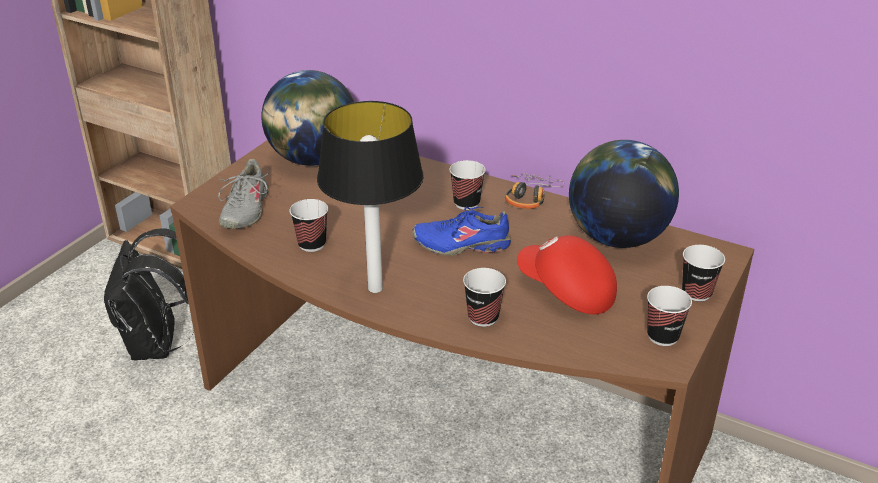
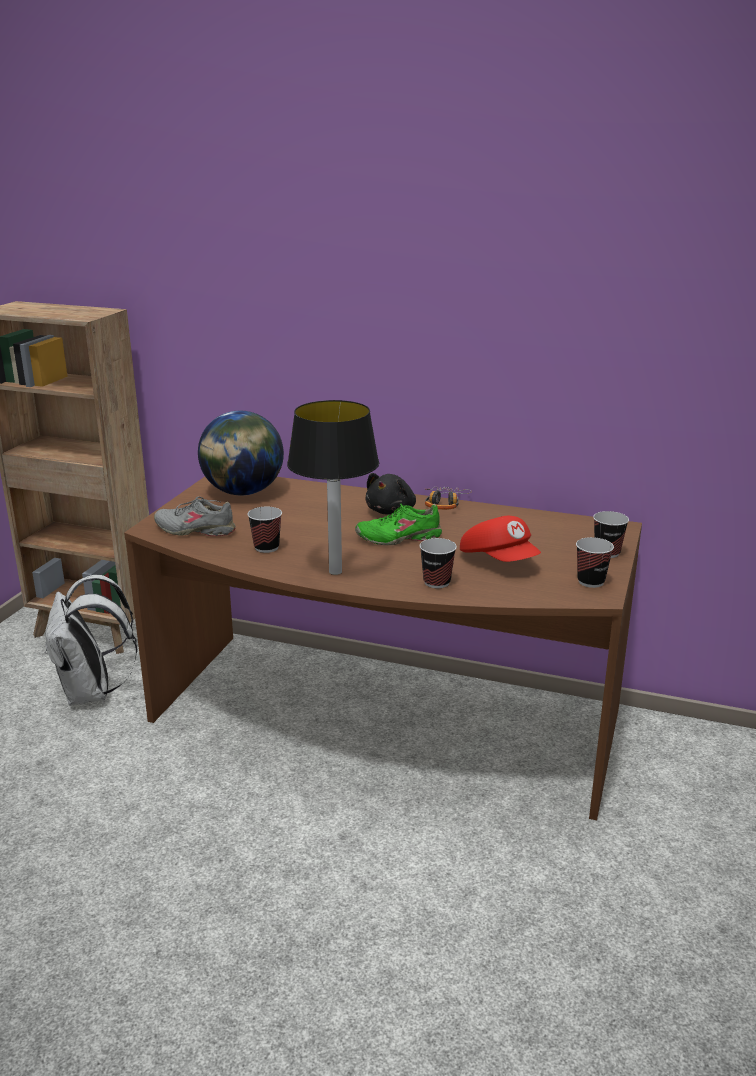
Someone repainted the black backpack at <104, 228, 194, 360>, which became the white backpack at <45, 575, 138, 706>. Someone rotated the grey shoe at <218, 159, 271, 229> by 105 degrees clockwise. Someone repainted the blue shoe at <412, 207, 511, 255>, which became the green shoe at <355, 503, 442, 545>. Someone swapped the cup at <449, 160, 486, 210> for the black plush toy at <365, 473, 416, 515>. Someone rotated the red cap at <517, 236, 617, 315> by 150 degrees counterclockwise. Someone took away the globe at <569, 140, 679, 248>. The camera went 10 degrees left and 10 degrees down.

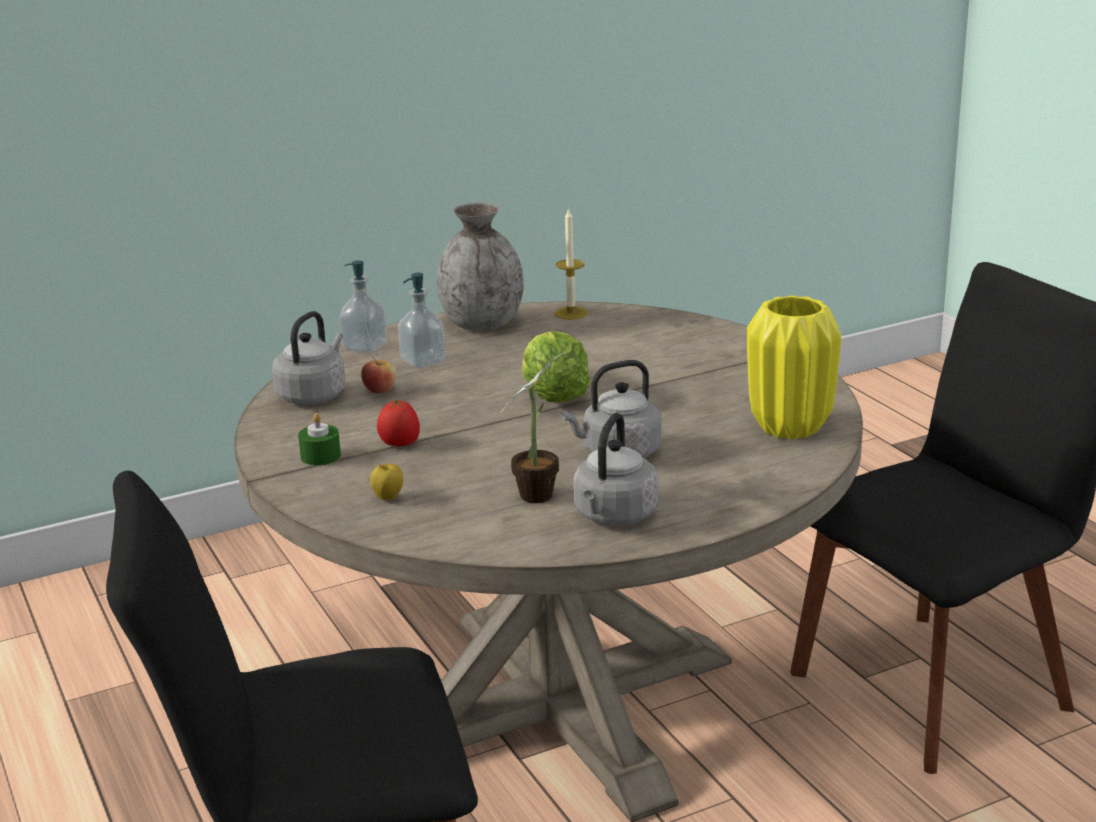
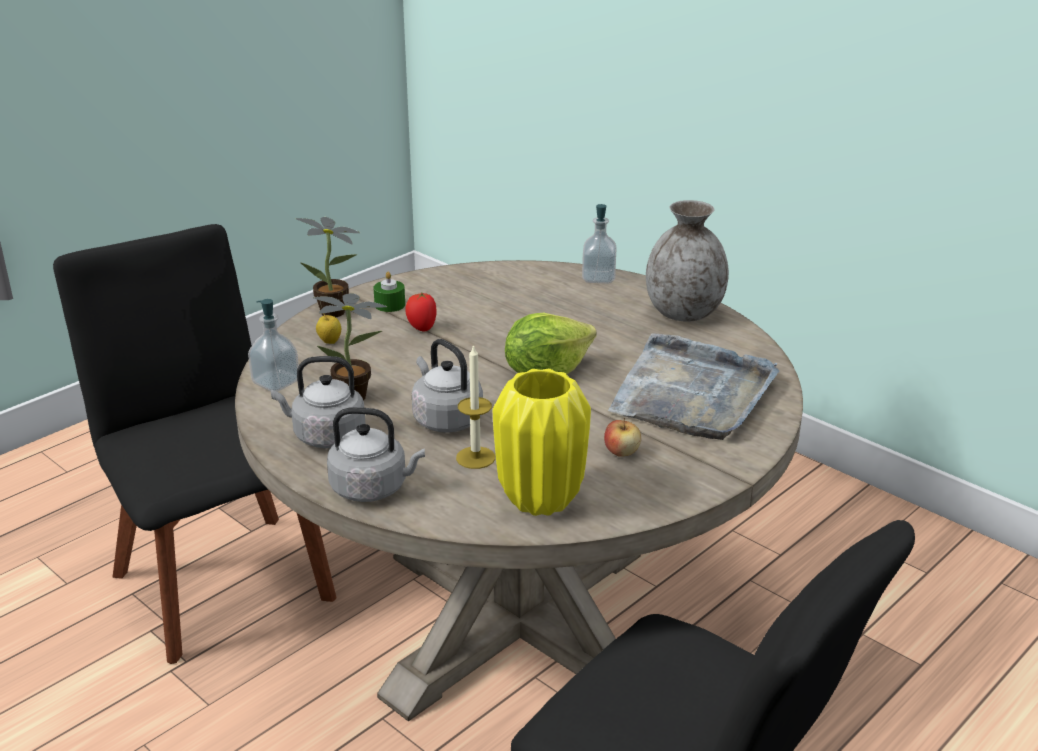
Someone carried the soap dispenser from <398, 273, 446, 368> to <248, 299, 299, 392>. Someone put down the potted plant at <295, 217, 360, 317>. Someone carried the grey kettle from <272, 311, 345, 405> to <327, 407, 425, 502>. Someone carried the candle from <555, 207, 588, 320> to <456, 344, 495, 469>. Someone carried the apple from <361, 357, 397, 394> to <604, 418, 641, 457>. Someone put down the grey tray at <608, 333, 779, 440>. The camera went 70 degrees right and 5 degrees up.

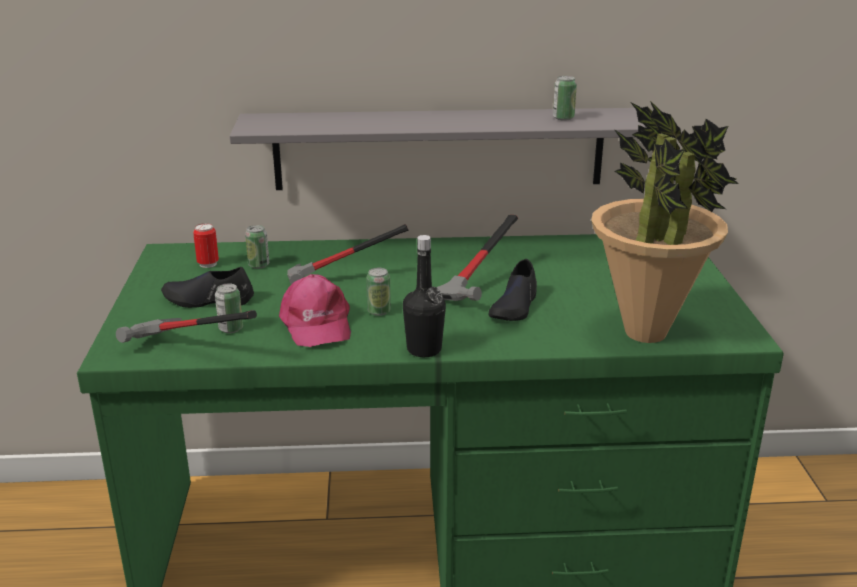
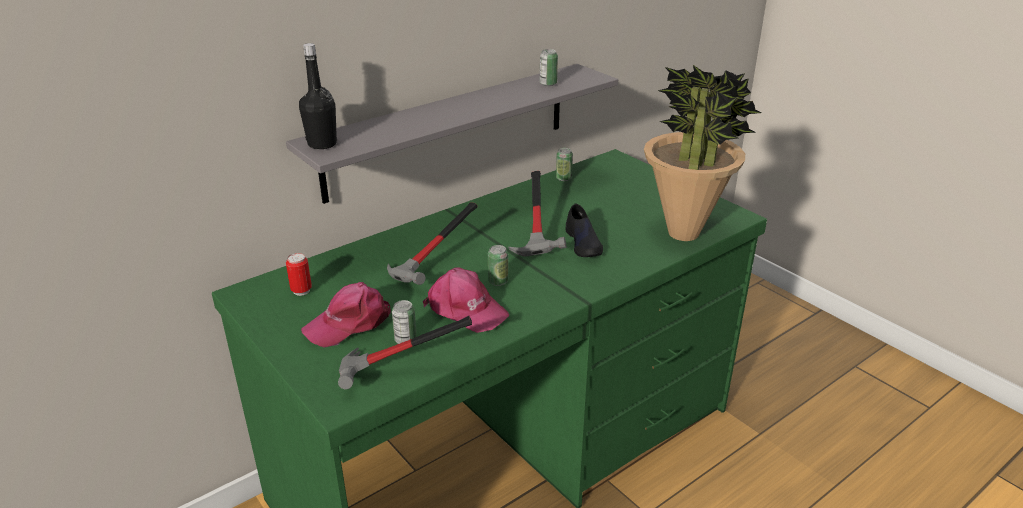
Someone carried the black bottle from <403, 235, 446, 357> to <299, 43, 337, 149>. Someone swapped the black shoe at <161, 267, 254, 308> for the pink cap at <301, 282, 391, 348>. Someone carried the can from <245, 225, 269, 269> to <556, 148, 573, 181>. The camera went 35 degrees left and 5 degrees up.

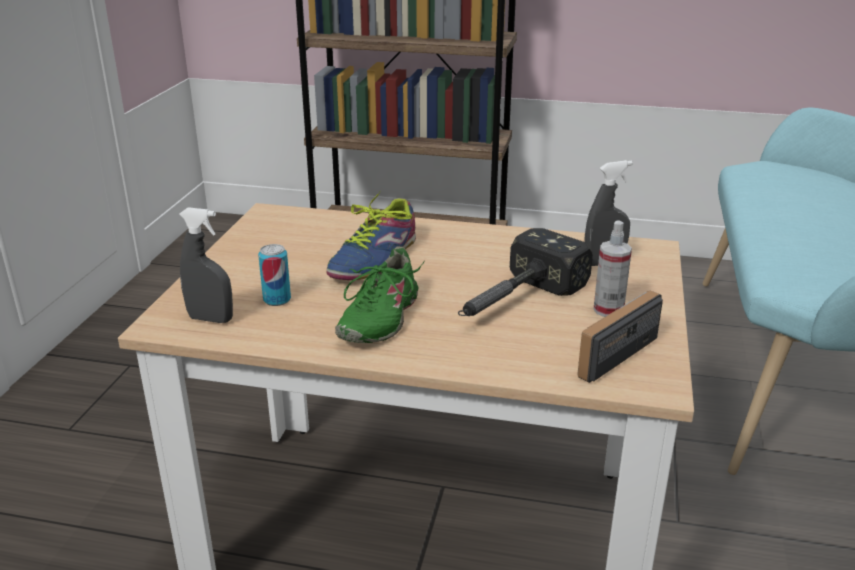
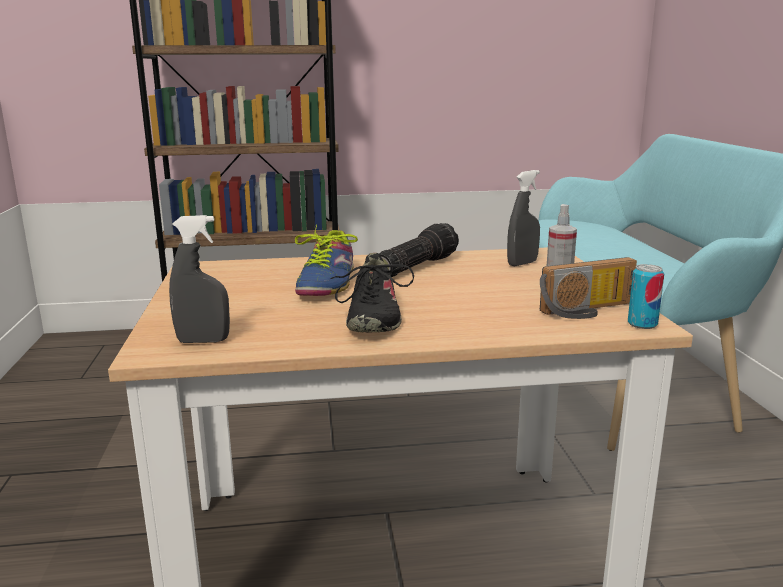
Someone repainted the green shoe at <335, 246, 425, 343>, which became the black shoe at <331, 253, 414, 333>. Someone put down the flashlight at <379, 223, 459, 277>. Someone rotated the radio at <577, 290, 663, 383> by 135 degrees counterclockwise. Someone carried the can from <258, 244, 291, 306> to <628, 264, 664, 329>. Someone took away the hammer at <458, 228, 593, 316>. The camera went 20 degrees left and 10 degrees down.

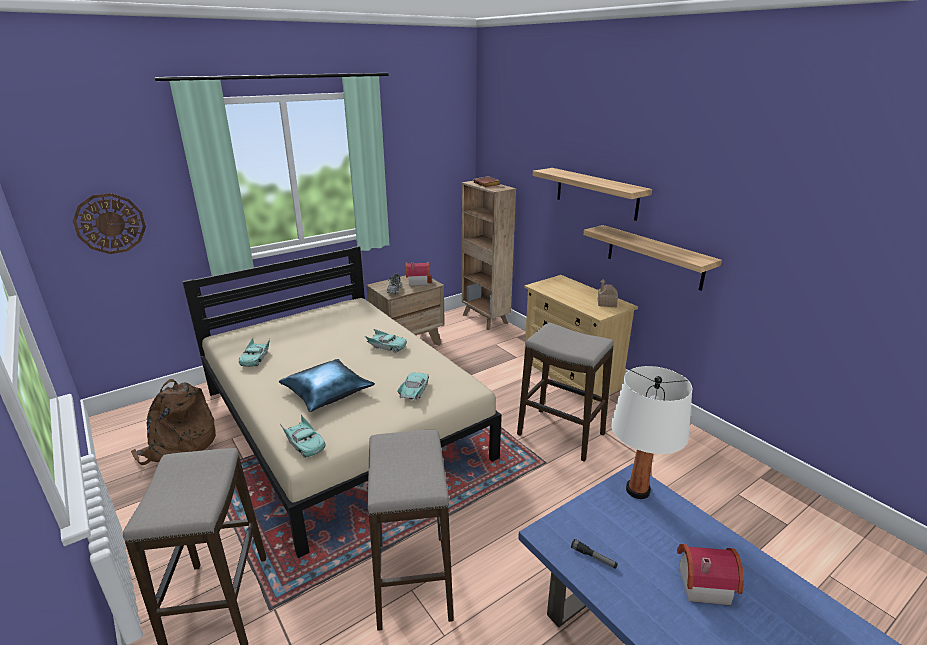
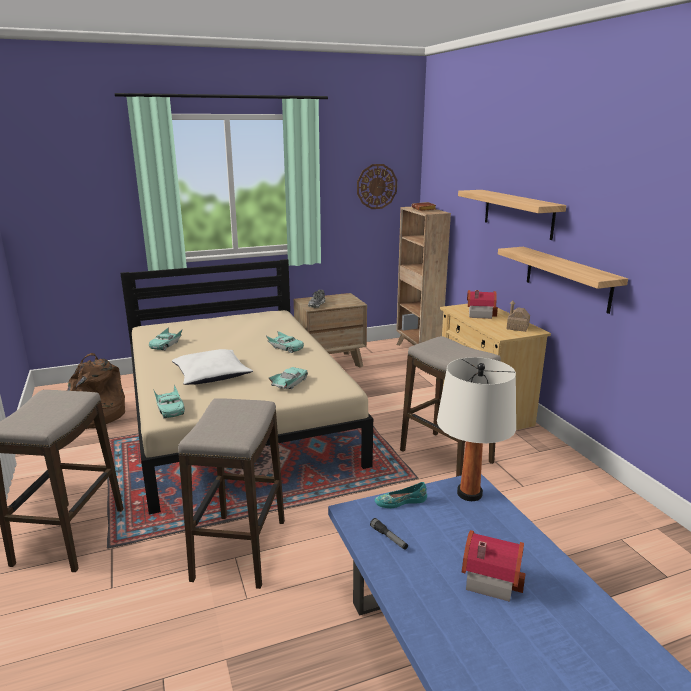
Someone repainted the blue pillow at <279, 359, 375, 412>, which became the white pillow at <172, 349, 253, 385>. Someone carried the wall clock from <73, 193, 146, 254> to <357, 164, 397, 209>. Someone put down the turquoise shoe at <375, 482, 427, 508>. Someone carried the toy house from <406, 262, 432, 286> to <467, 290, 498, 319>. The camera went 15 degrees right and 5 degrees down.

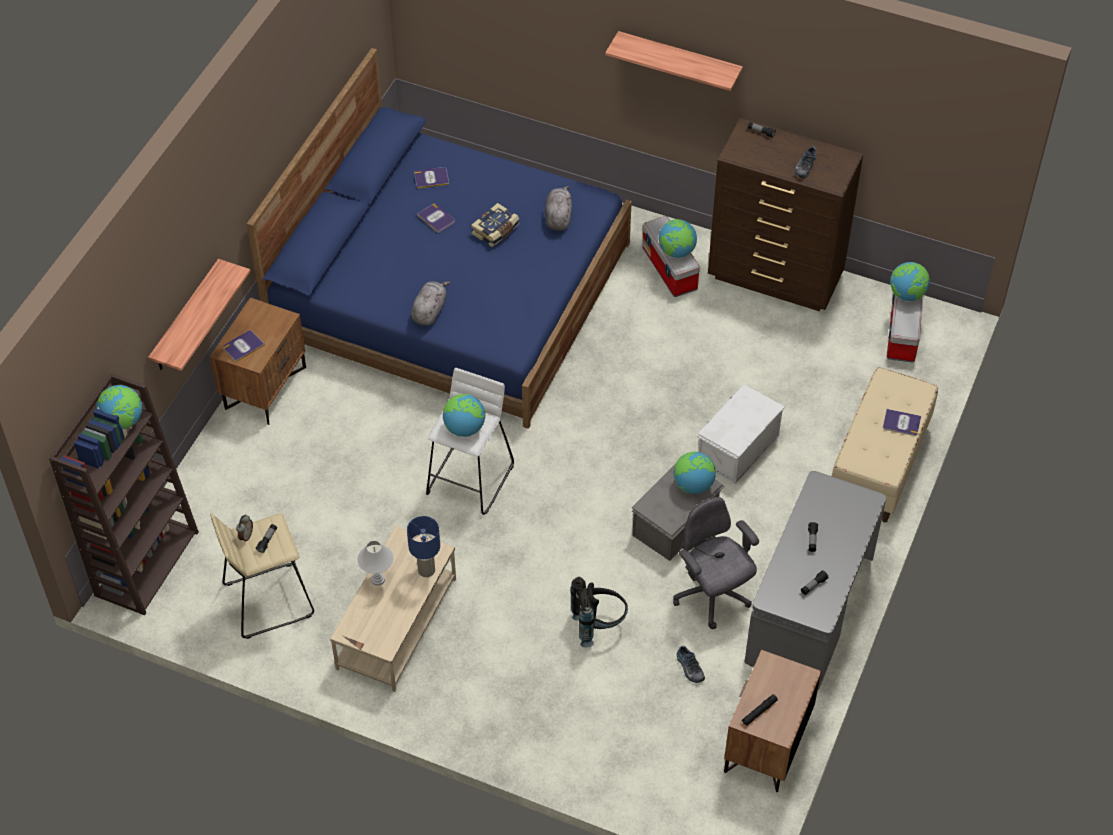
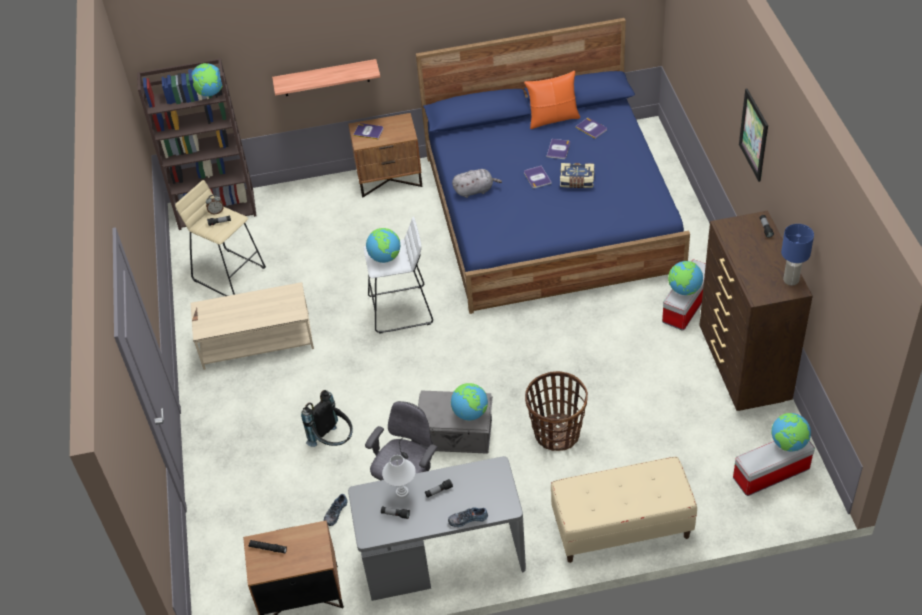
Someone carried the white table lamp from <357, 541, 393, 586> to <382, 455, 416, 498>. Someone carried the shoe from <795, 146, 816, 178> to <448, 508, 488, 527>. Someone put down the orange pillow at <524, 71, 580, 129>. Someone carried the book from <883, 409, 921, 436> to <524, 166, 552, 188>. Someone swapped the white storage box at <696, 384, 785, 484> for the basket at <525, 371, 588, 451>. Someone swapped the shelf at <605, 31, 743, 91> for the picture at <739, 89, 768, 182>. Someone carried the blue table lamp from <407, 516, 440, 577> to <781, 224, 814, 286>. Someone took away the grey plush toy at <545, 186, 572, 231>. The camera went 60 degrees right and 5 degrees down.

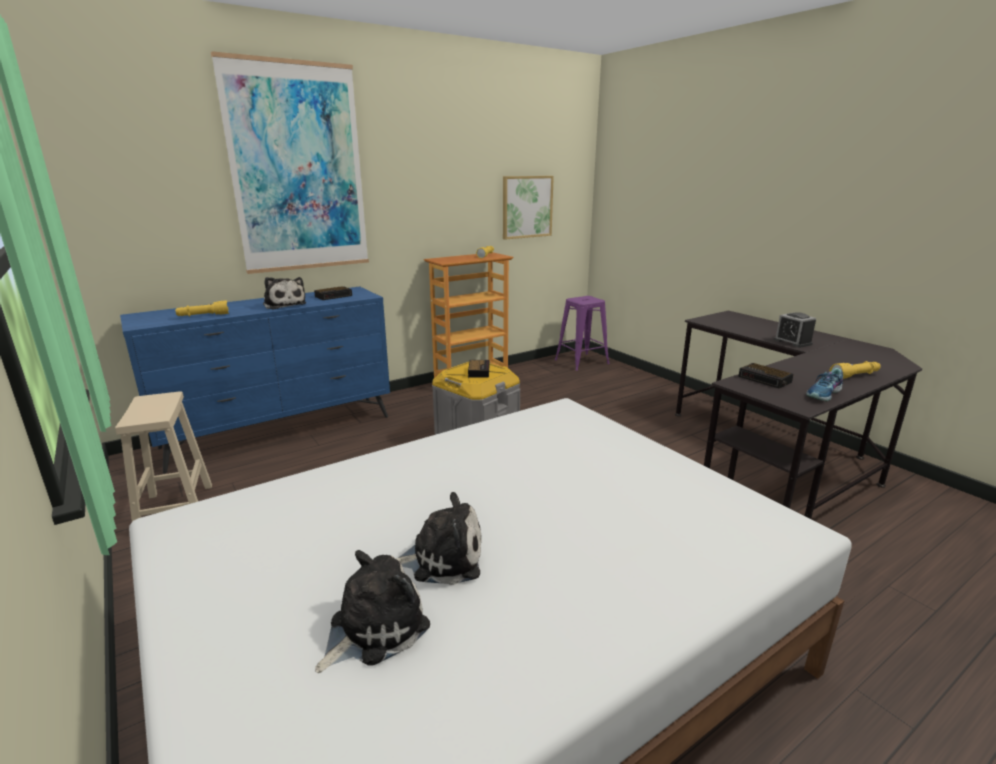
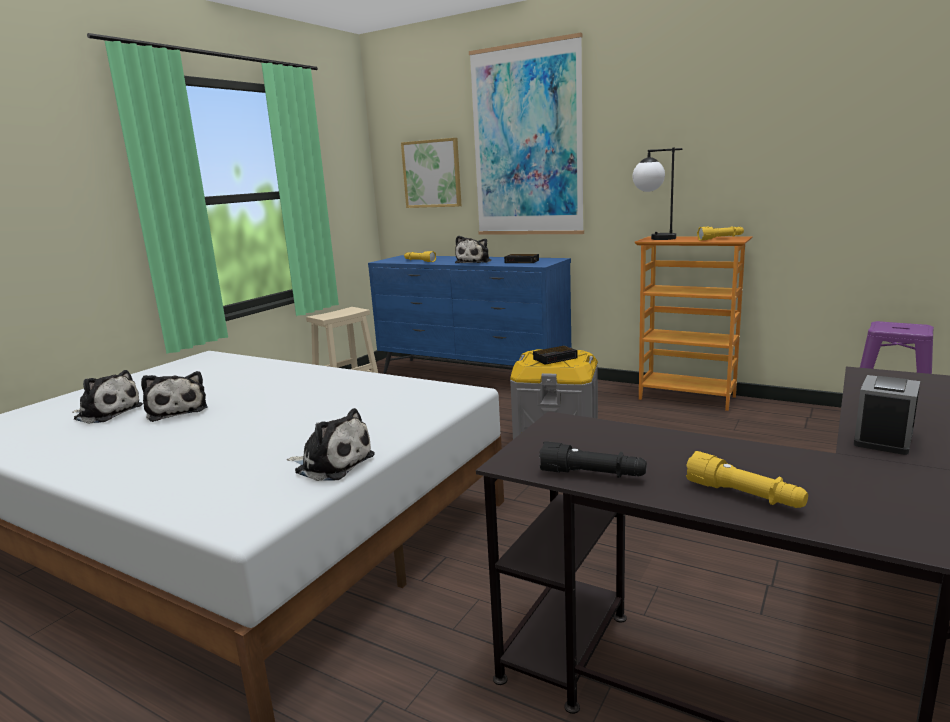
Someone put down the plush toy at <287, 408, 375, 481>. Someone carried the picture from <503, 176, 554, 240> to <401, 138, 461, 208>. Someone swapped the shoe at <806, 368, 845, 402> for the black flashlight at <539, 441, 647, 478>. Someone put down the table lamp at <633, 148, 682, 240>. Someone took away the alarm clock at <738, 363, 794, 388>. The camera went 65 degrees right and 5 degrees down.

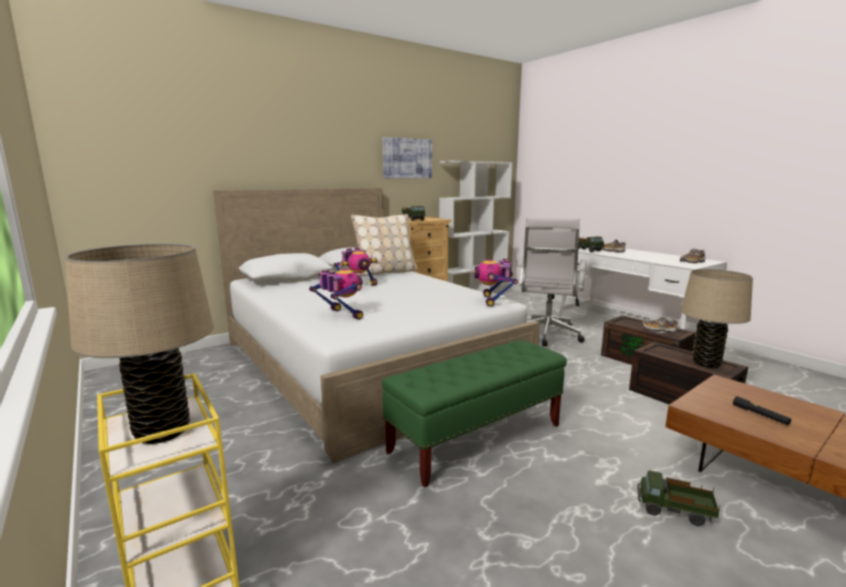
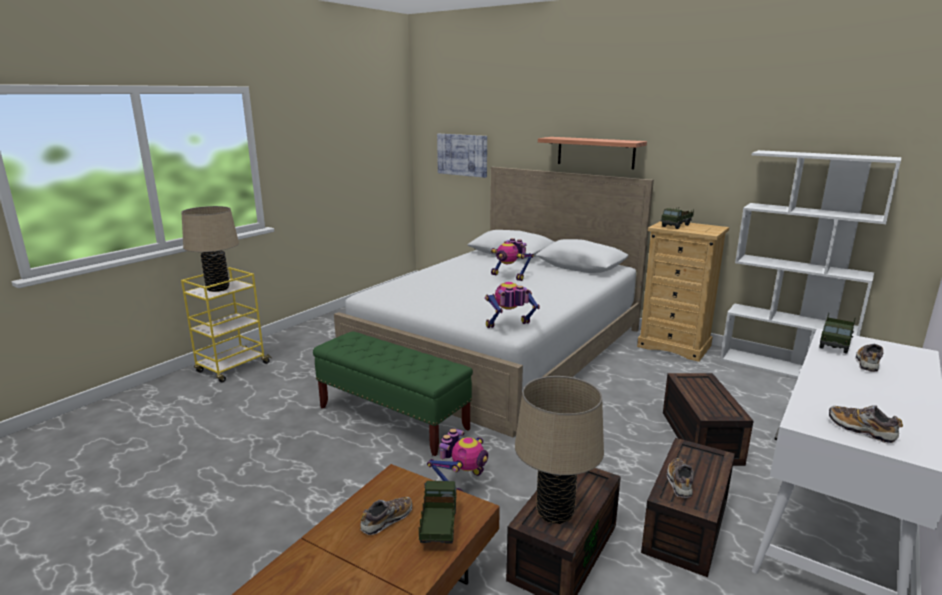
Someone swapped the black flashlight at <733, 396, 791, 425> for the shoe at <360, 497, 412, 535>. Someone carried the toy truck from <637, 470, 720, 526> to <419, 481, 457, 544>. Someone carried the toy robot from <309, 269, 363, 320> to <427, 429, 488, 492>. Someone carried the picture from <383, 137, 432, 178> to <437, 134, 487, 178>. Someone put up the shelf at <538, 137, 647, 169>. Someone swapped the white office chair at <517, 217, 586, 346> for the brown storage box at <663, 373, 753, 466>. Someone took away the beige pillow at <351, 214, 417, 276>. The camera went 70 degrees right and 5 degrees up.

